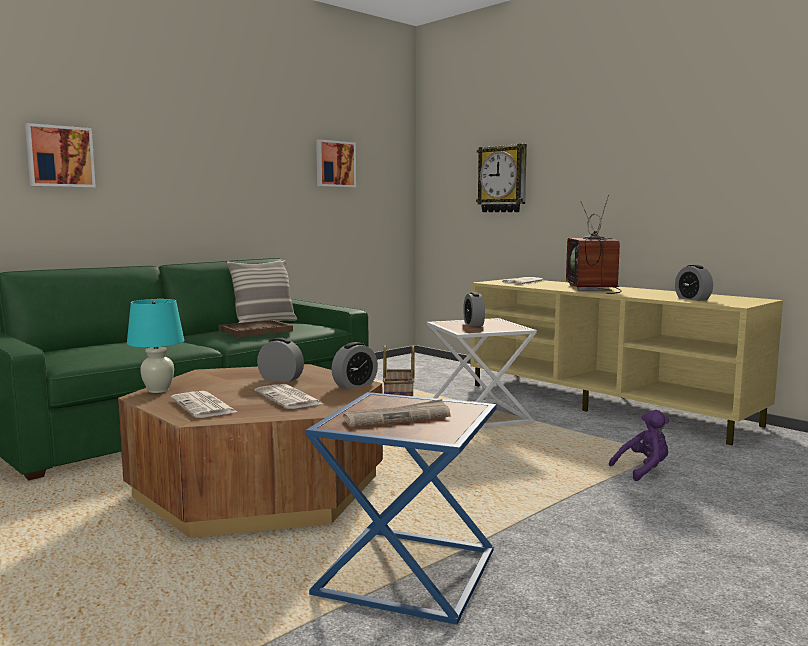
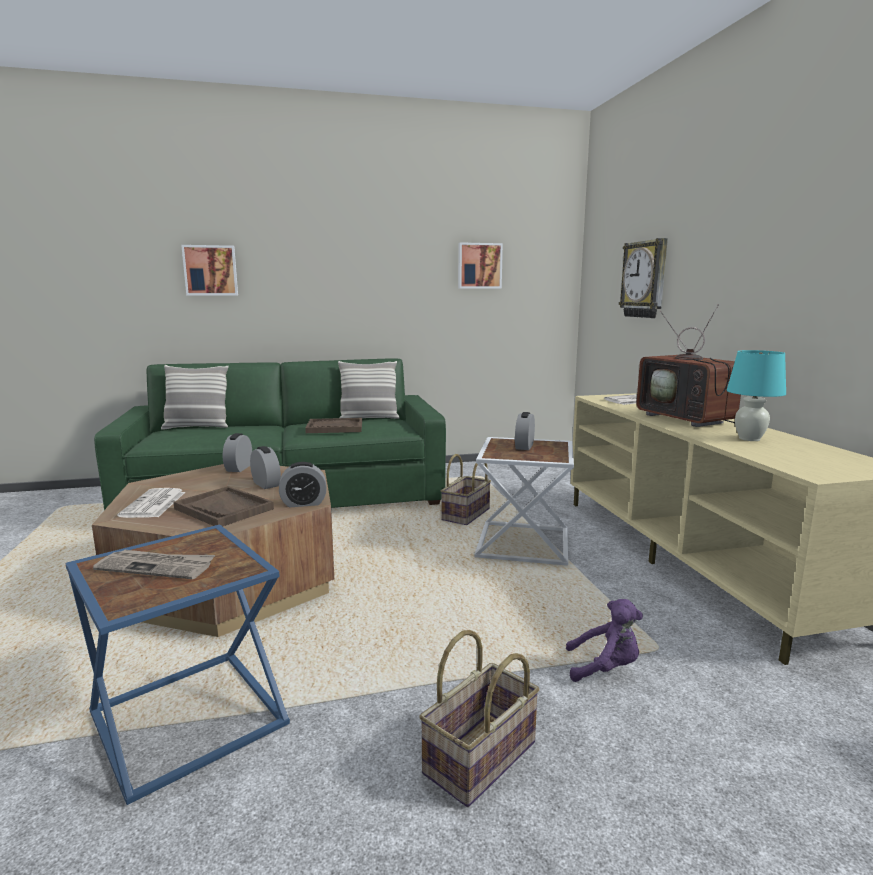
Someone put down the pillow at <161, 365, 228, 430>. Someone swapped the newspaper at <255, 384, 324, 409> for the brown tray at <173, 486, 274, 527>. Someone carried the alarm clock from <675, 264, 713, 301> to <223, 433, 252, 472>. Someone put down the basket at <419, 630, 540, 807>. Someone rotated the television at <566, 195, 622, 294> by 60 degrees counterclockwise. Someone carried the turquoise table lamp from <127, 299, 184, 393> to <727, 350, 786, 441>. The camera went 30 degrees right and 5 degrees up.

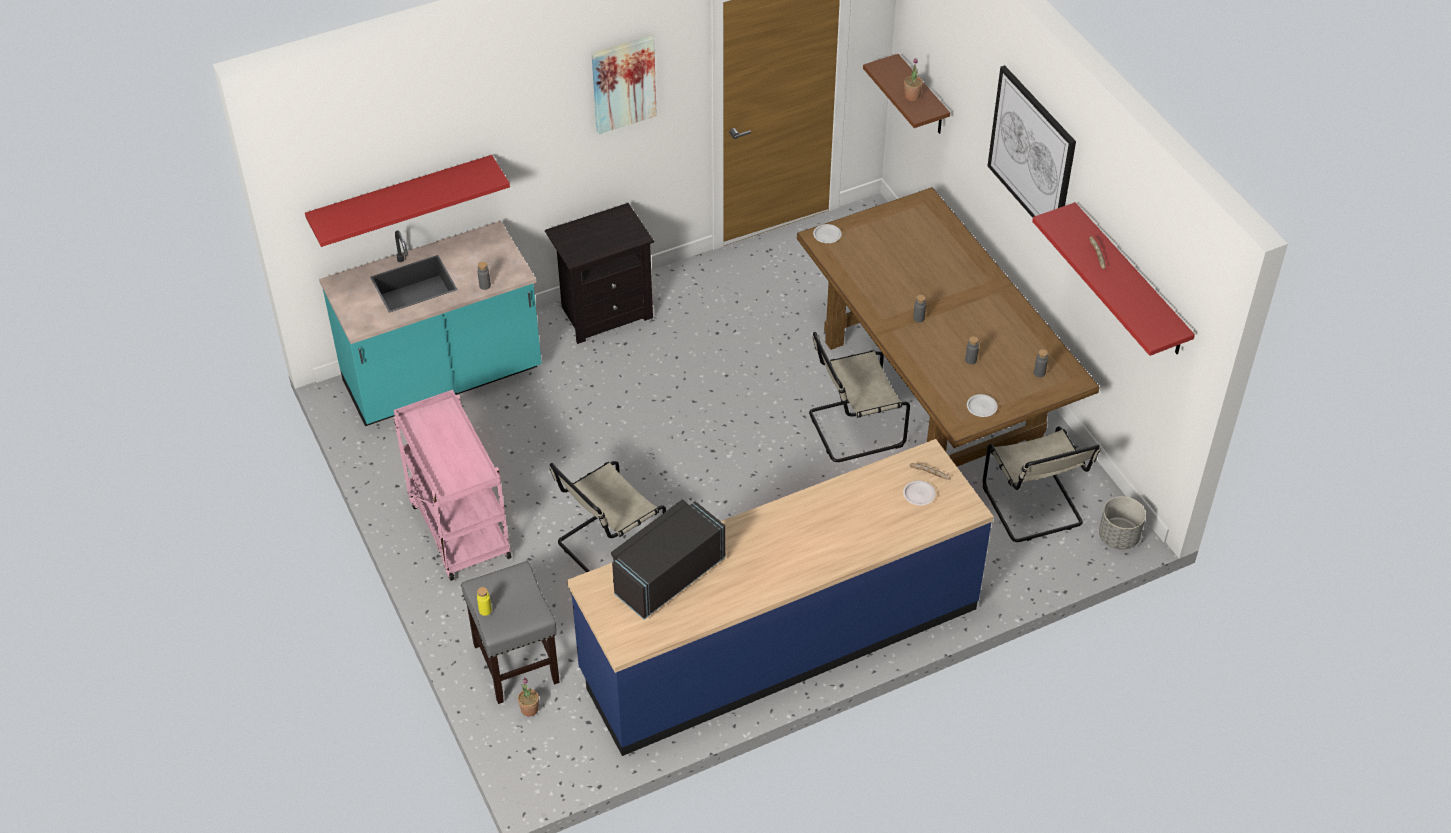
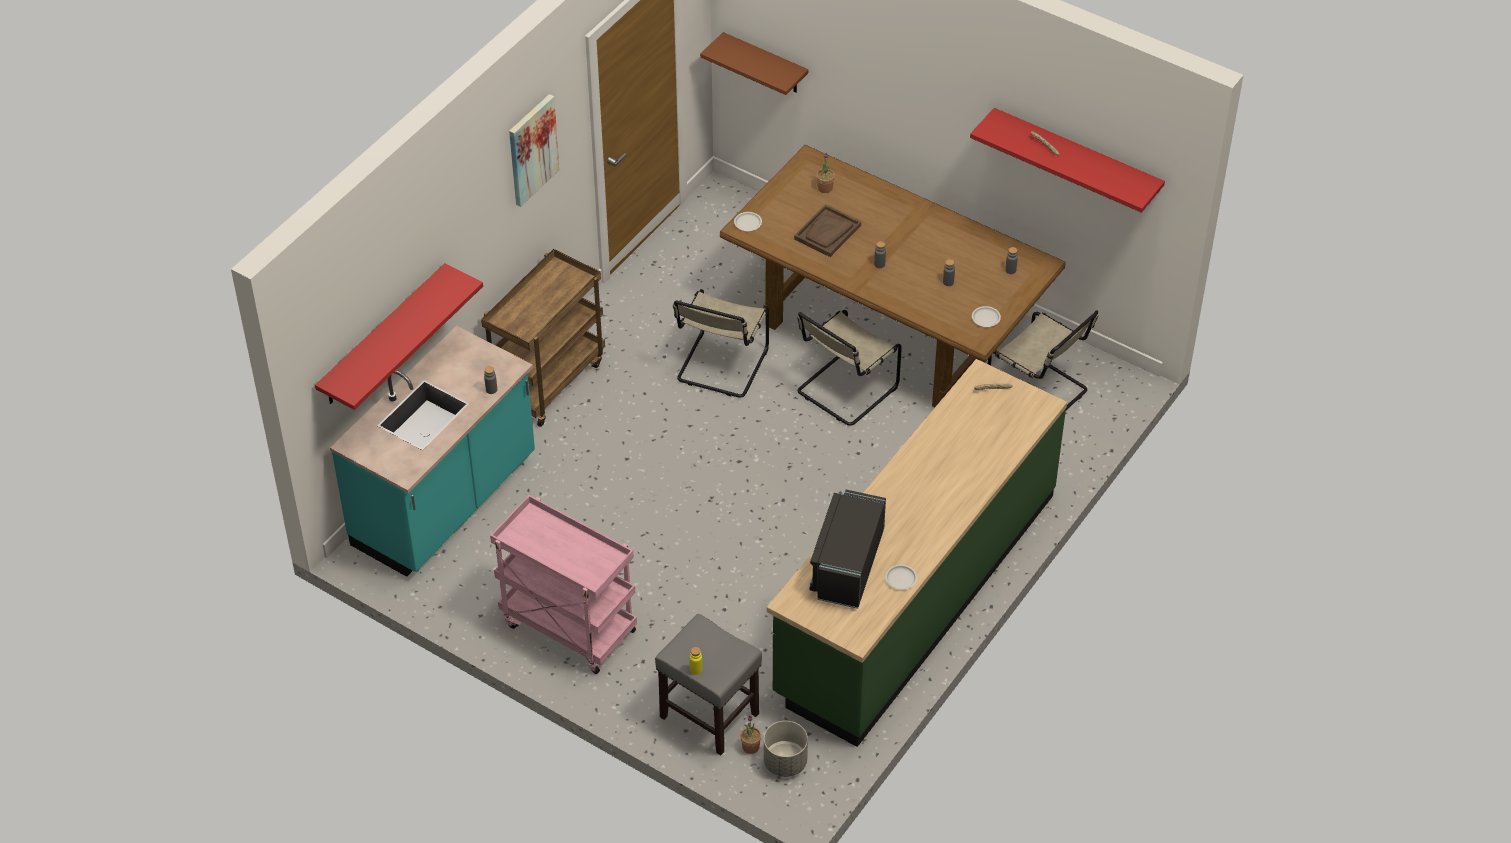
Someone swapped the black nightstand at <545, 203, 654, 344> for the brown cart at <481, 249, 605, 427>. Someone carried the beige chair from <550, 461, 666, 572> to <673, 289, 769, 397>. Someone carried the grey planter from <1099, 496, 1146, 550> to <764, 721, 808, 777>. Someone repainted the blue counter at <567, 439, 994, 756>, which became the green counter at <767, 359, 1067, 747>. Someone put down the brown tray at <794, 204, 861, 257>. Someone carried the potted plant from <904, 58, 923, 101> to <816, 153, 835, 193>. Someone carried the white plate from <903, 481, 936, 505> to <885, 565, 917, 590>. Someone took away the picture at <988, 65, 1076, 218>. The camera went 30 degrees left and 0 degrees up.

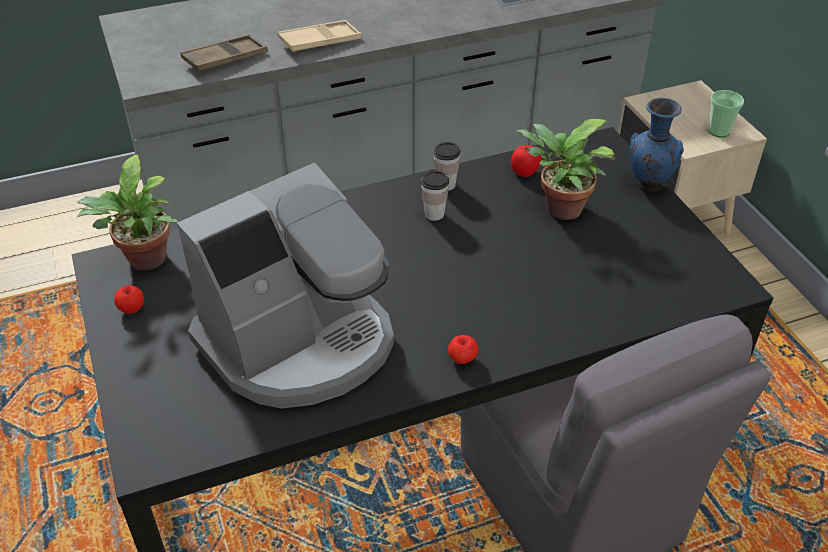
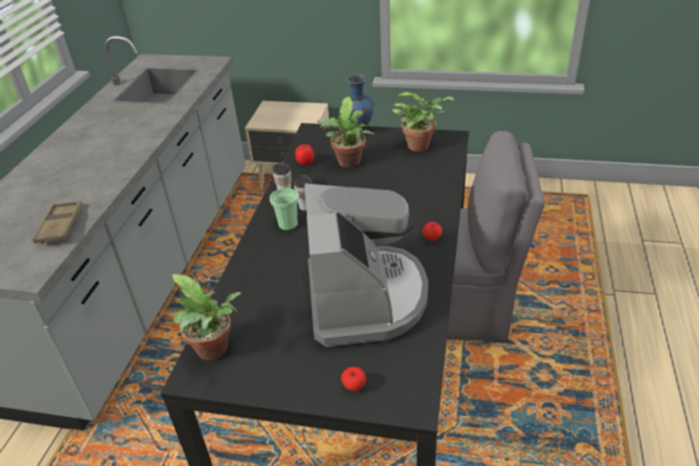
Someone carried the cup from <708, 90, 744, 137> to <269, 188, 299, 231>. Someone carried the apple from <114, 285, 144, 314> to <341, 367, 366, 391>. Someone put down the potted plant at <392, 92, 455, 151>. Someone took away the beige tray at <278, 20, 362, 53>. The camera went 55 degrees left and 5 degrees down.

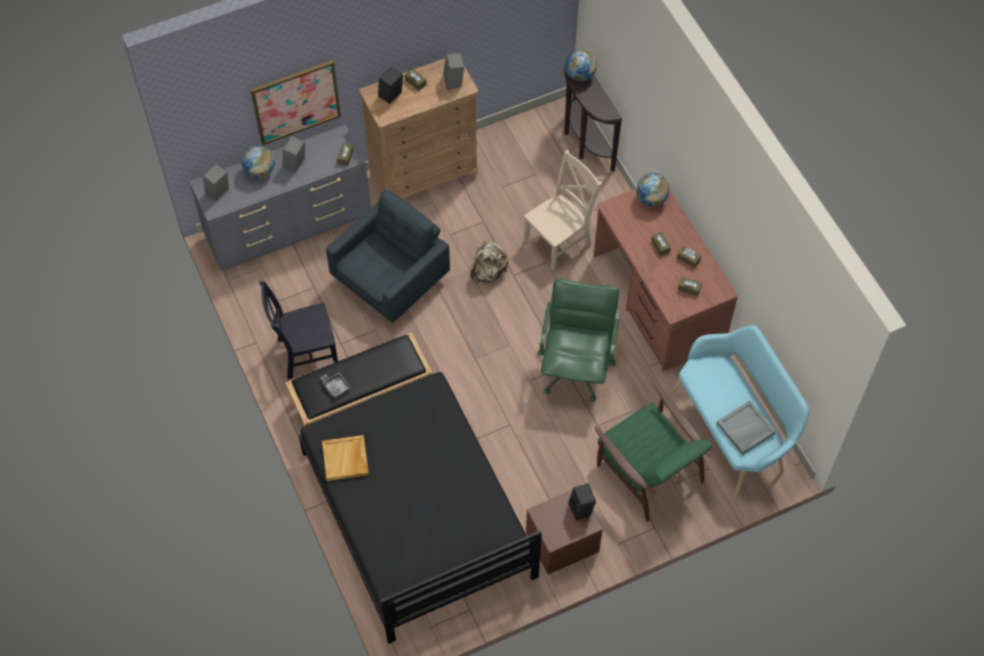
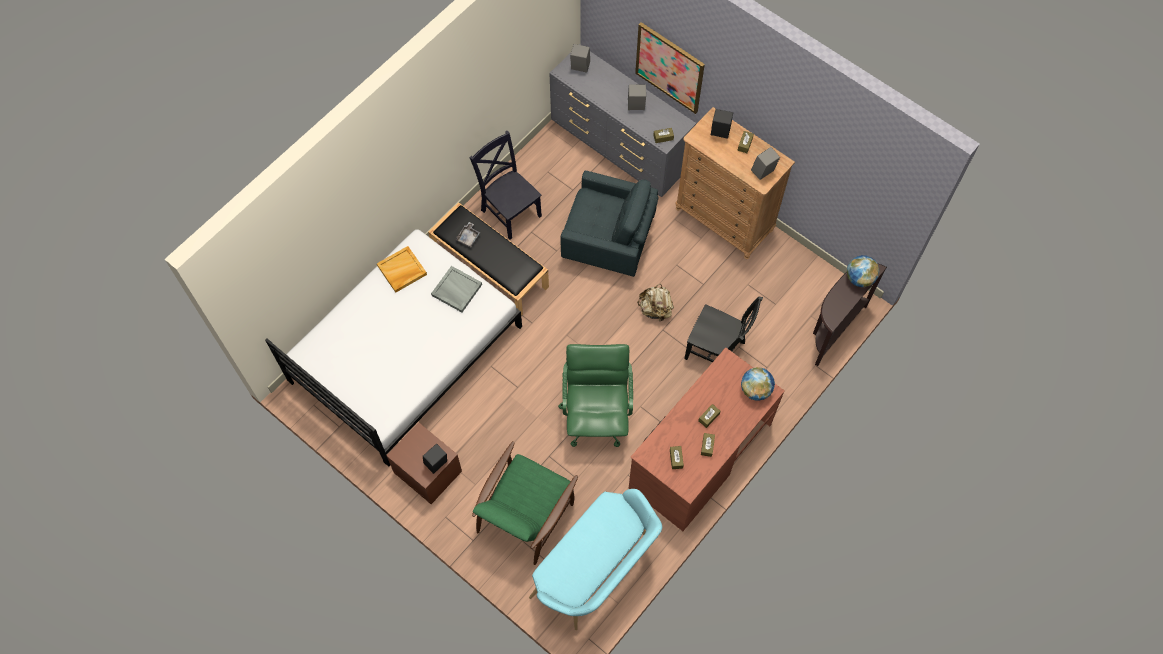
Someone repainted the black bed at <298, 372, 542, 644>, which became the white bed at <265, 229, 522, 467>. Someone carried the grey tray from <716, 401, 776, 455> to <431, 266, 482, 312>. Someone rotated the green office chair at <537, 279, 619, 402> by 75 degrees counterclockwise. Someone repainted the beige chair at <524, 150, 602, 270>, which became the black chair at <684, 297, 763, 362>. Someone took away the globe at <241, 145, 275, 179>. The camera went 65 degrees right and 5 degrees up.

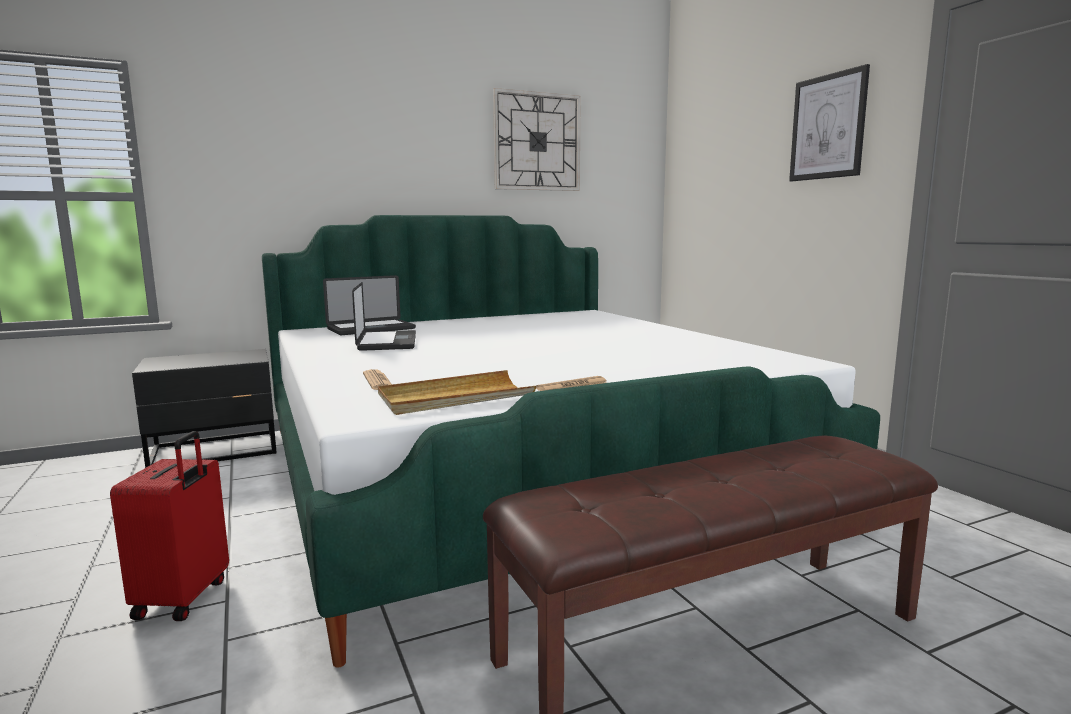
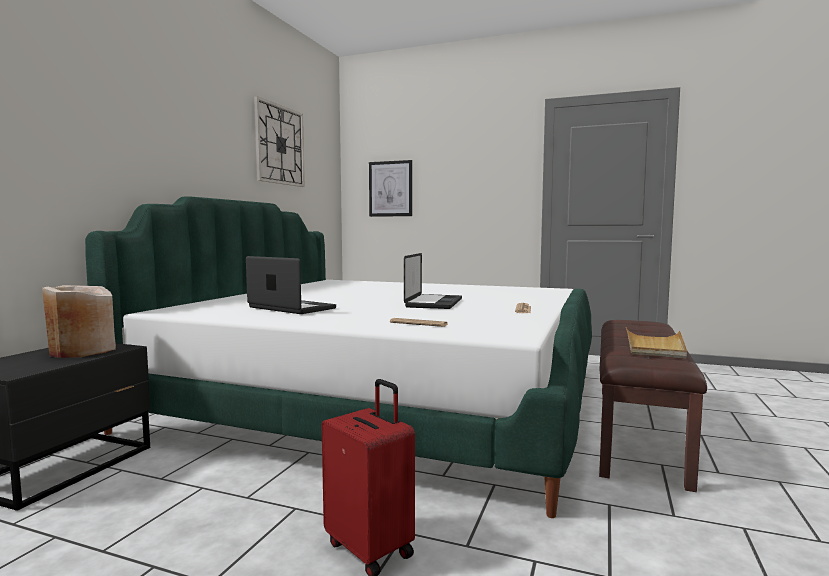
Someone put down the beige vase at <42, 285, 116, 358>. Someone carried the picture from <789, 64, 870, 181> to <369, 160, 412, 217>. Someone carried the laptop from <323, 275, 416, 335> to <404, 253, 462, 309>. Someone carried the beige tray from <378, 370, 536, 415> to <626, 327, 687, 359>. The camera went 45 degrees left and 5 degrees down.

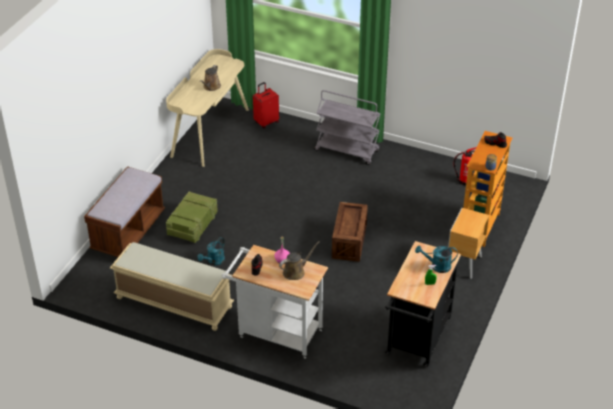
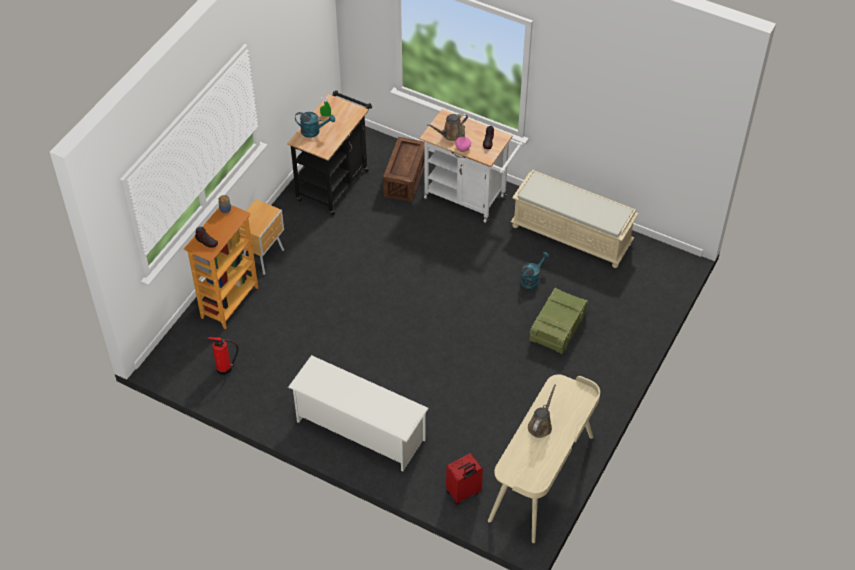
Someone swapped the grey cart at <314, 90, 380, 165> for the white shoe rack at <288, 355, 429, 472>. Someone carried the crate from <332, 202, 368, 262> to <383, 137, 424, 202>. Someone took away the brown bench at <84, 166, 165, 257>. The camera went 175 degrees left and 10 degrees up.

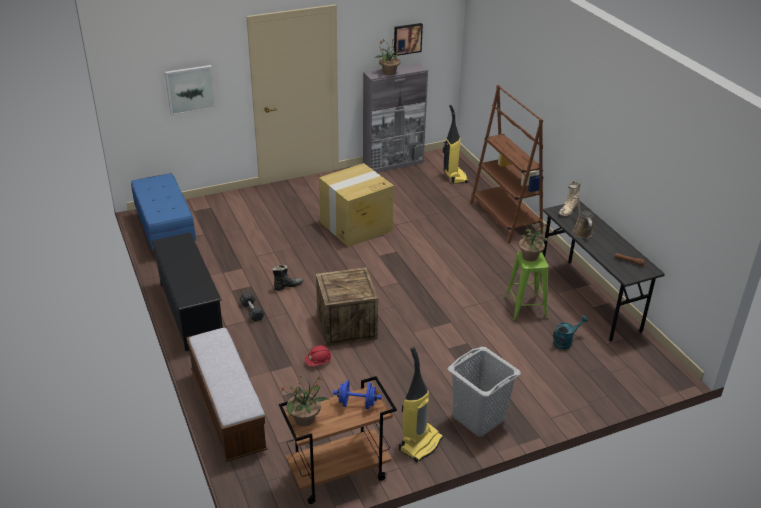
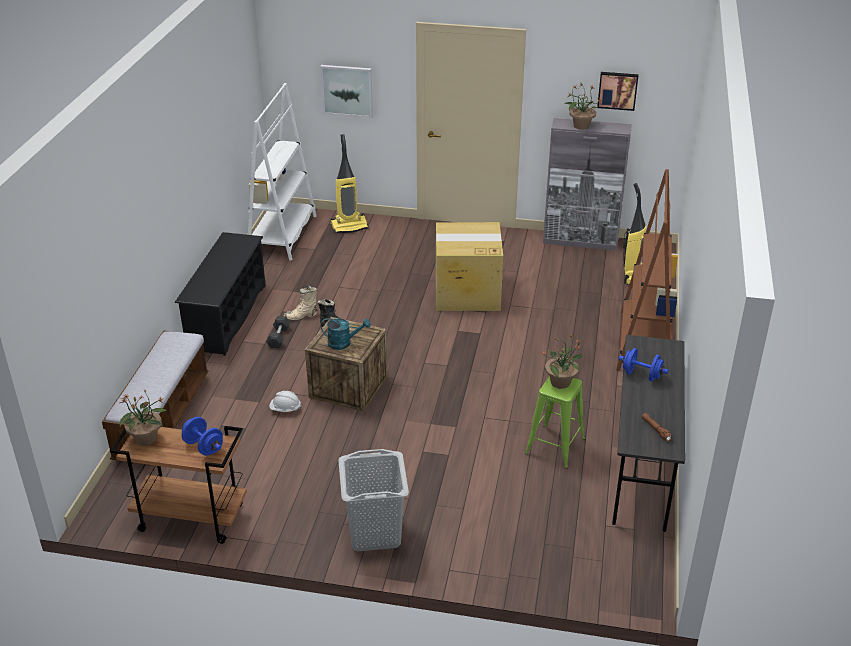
Someone swapped the blue bench at <131, 173, 196, 257> for the white bookcase at <248, 83, 317, 260>. Someone repainted the red hard hat at <305, 345, 332, 366>, which became the white hard hat at <269, 391, 301, 412>. Someone carried the beige boot from <559, 181, 581, 216> to <284, 285, 318, 320>. Someone carried the turquoise watering can from <553, 315, 588, 349> to <321, 318, 371, 350>. Someone carried the vacuum cleaner from <399, 347, 443, 462> to <331, 134, 369, 233>. Someone swapped the brown watering can at <572, 194, 593, 238> for the blue dumbbell at <619, 348, 668, 381>. The camera went 35 degrees right and 0 degrees up.

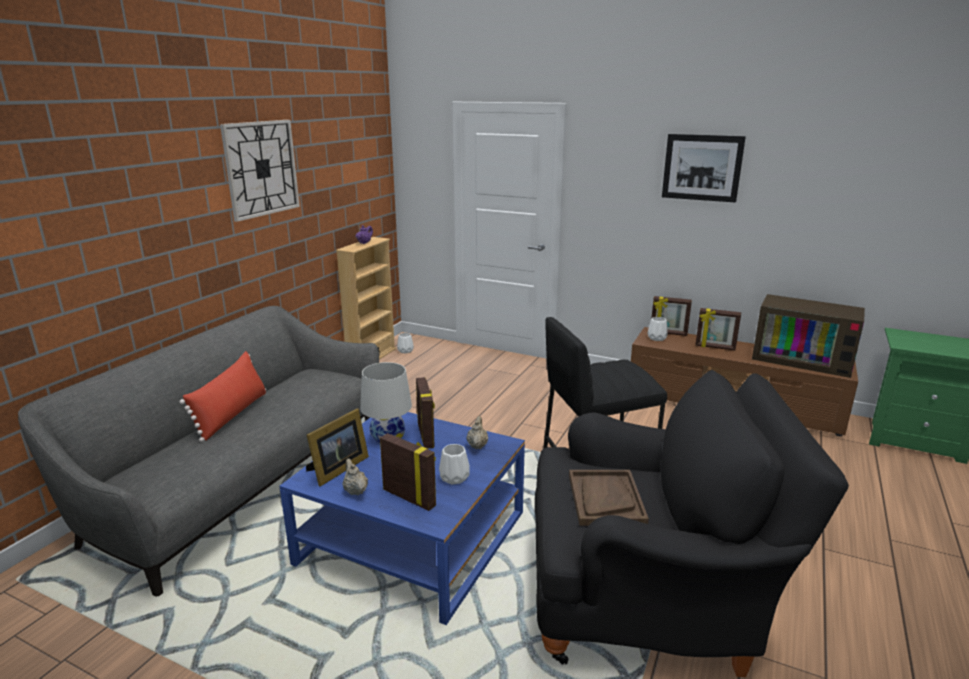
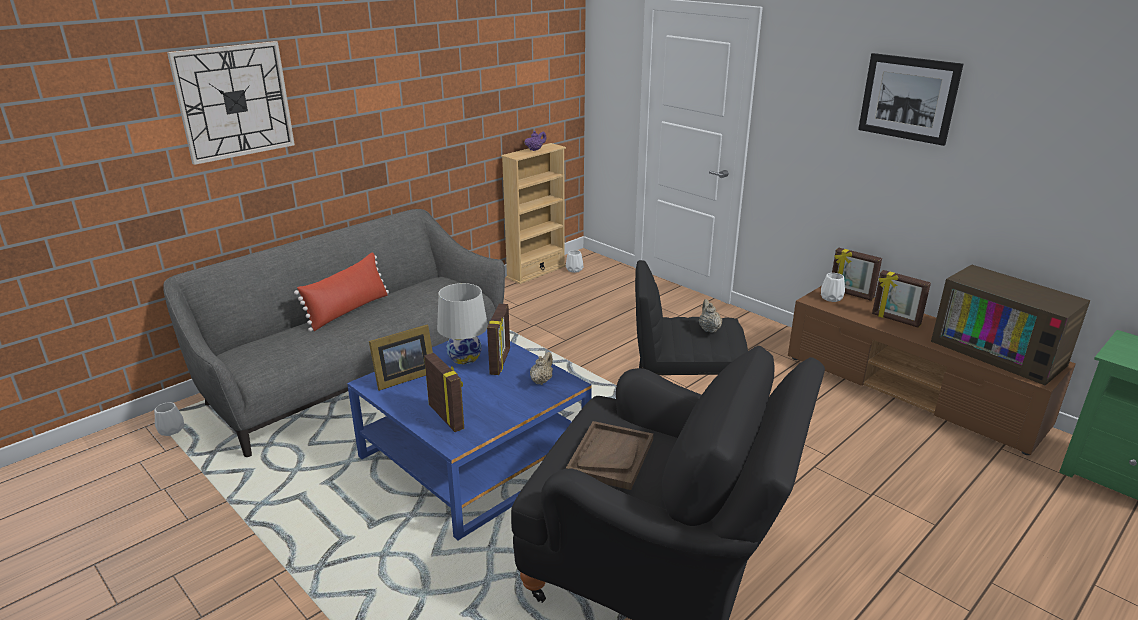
Someone carried the white vase from <439, 444, 470, 484> to <154, 402, 184, 436>. Someone carried the wall clock from <220, 120, 300, 222> to <167, 41, 295, 165>. Someone carried the beige teapot from <342, 459, 368, 496> to <699, 299, 722, 333>. The camera went 20 degrees right and 5 degrees up.

